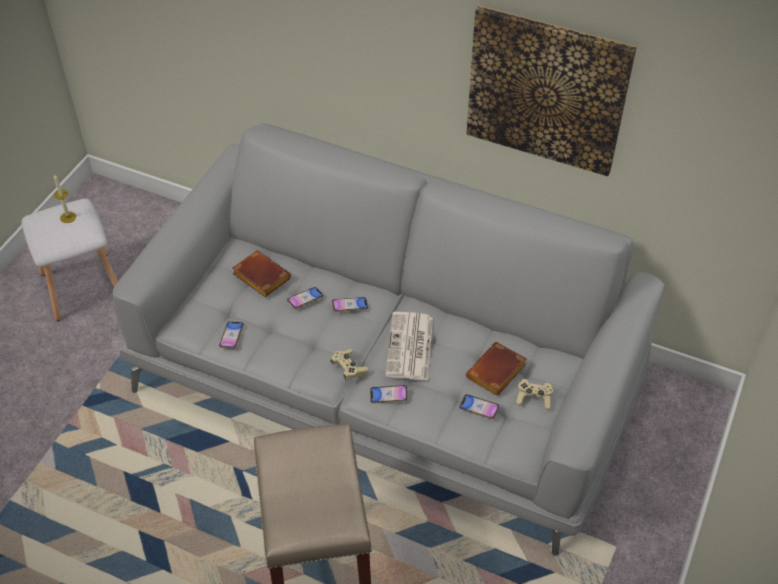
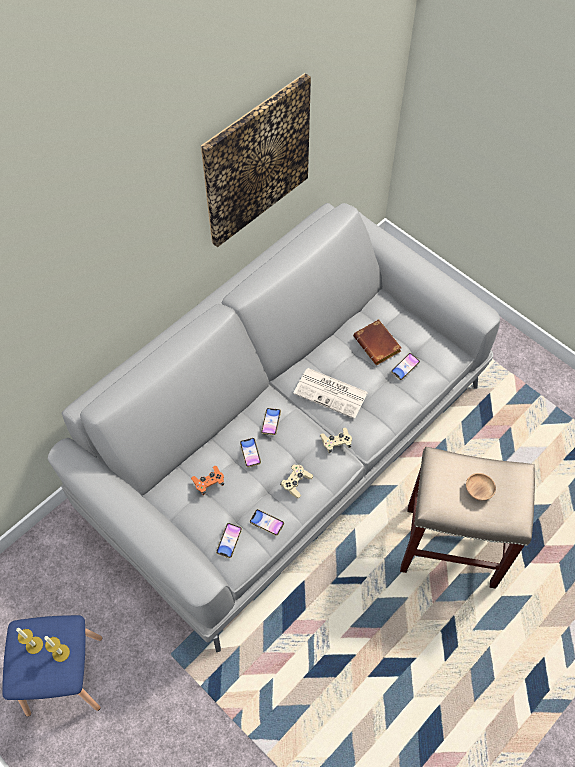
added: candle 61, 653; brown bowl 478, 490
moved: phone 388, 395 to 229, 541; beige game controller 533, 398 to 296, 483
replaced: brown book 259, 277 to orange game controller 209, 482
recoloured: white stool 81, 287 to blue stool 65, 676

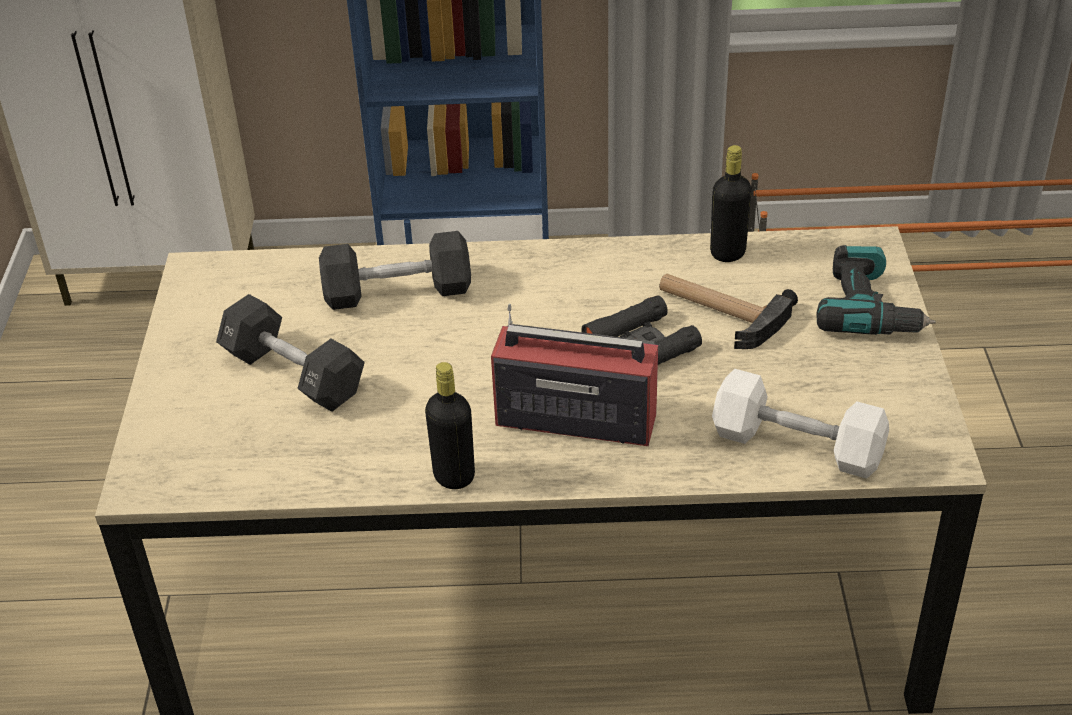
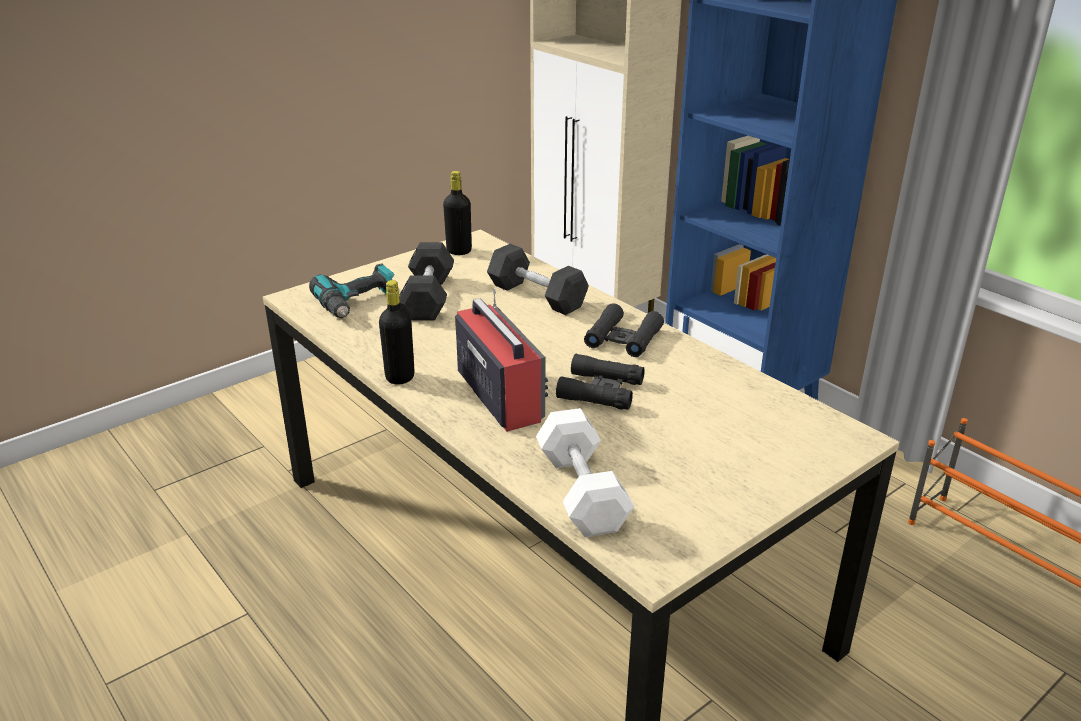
removed: hammer 719, 311
added: black binoculars 623, 338
moved: black bottle 727, 253 to 459, 251; power drill 869, 309 to 357, 304

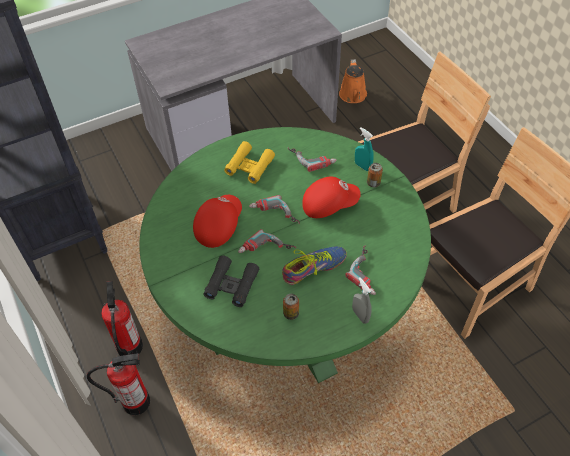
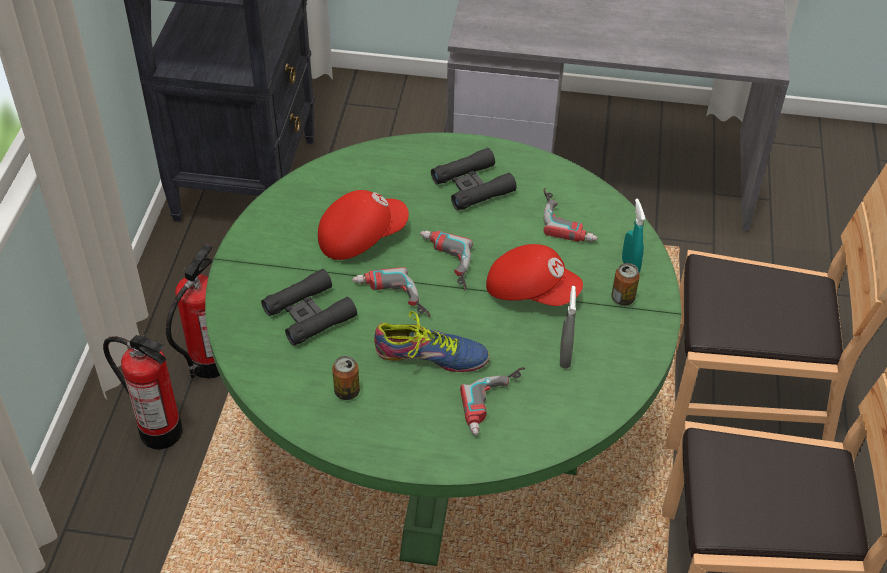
removed: orange watering can 353, 96
moved: grey spray bottle 360, 315 to 565, 356
recoloured: yellow binoculars 249, 166 to black binoculars 472, 186

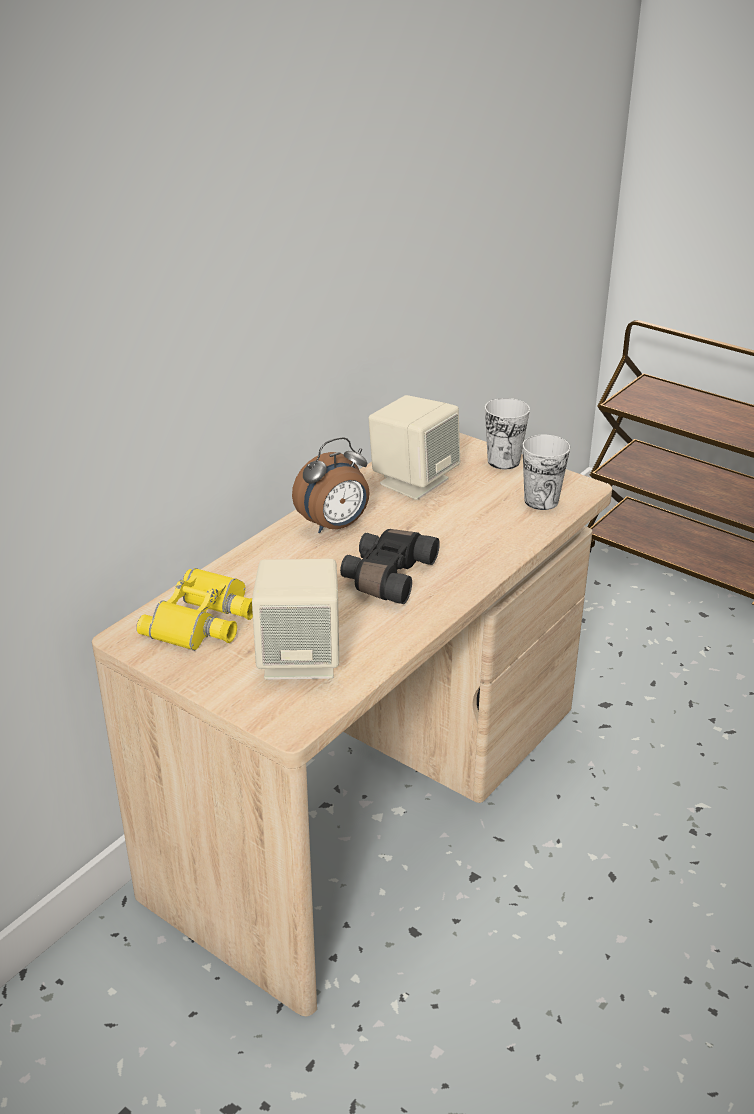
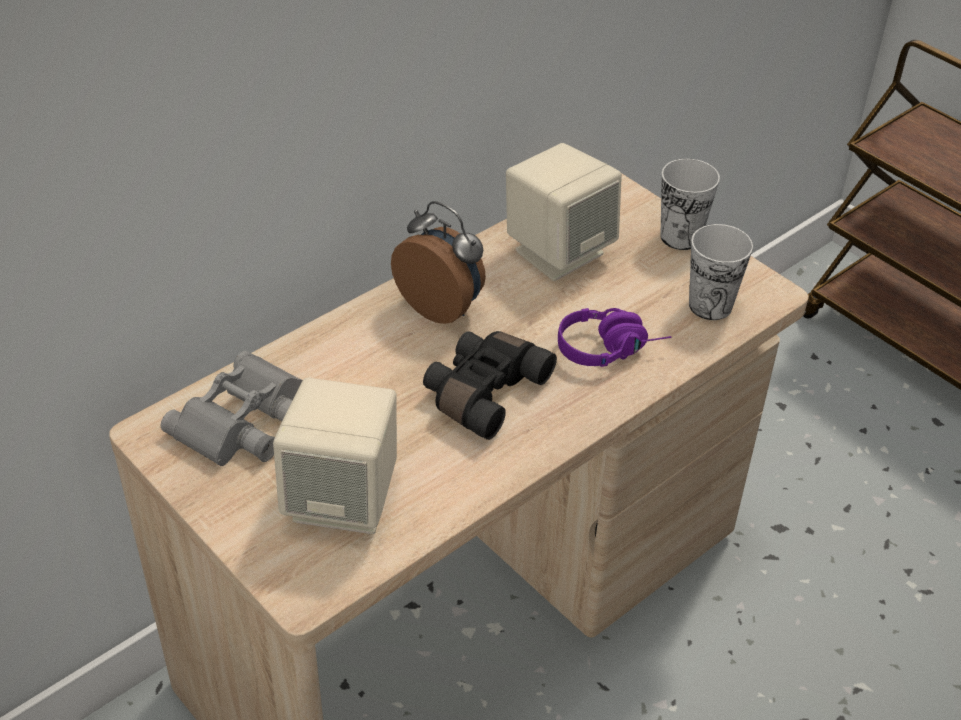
added: purple headphones 611, 348
recoloured: yellow binoculars 204, 620 to grey binoculars 247, 422
turned: alarm clock 335, 526 = 442, 306 120 degrees counterclockwise

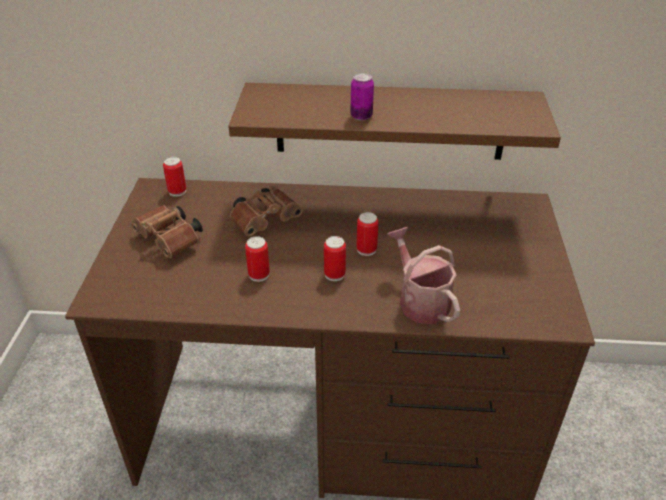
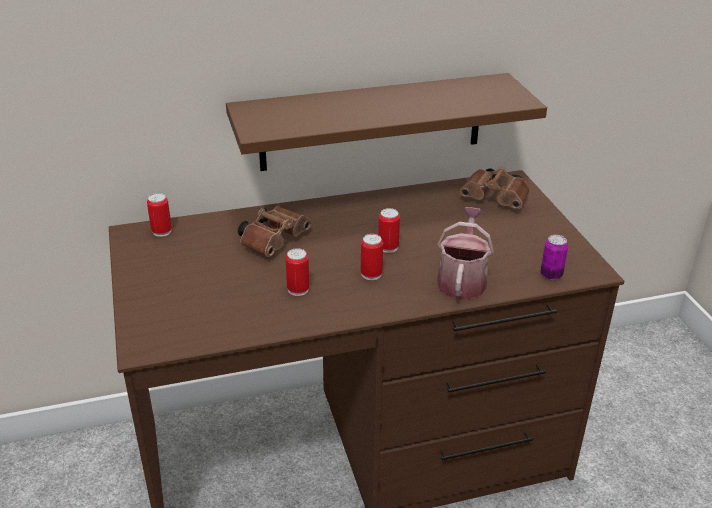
moved: brown binoculars 171, 241 to 496, 199; can 361, 116 to 551, 275
turned: watering can 420, 300 = 462, 279 60 degrees clockwise

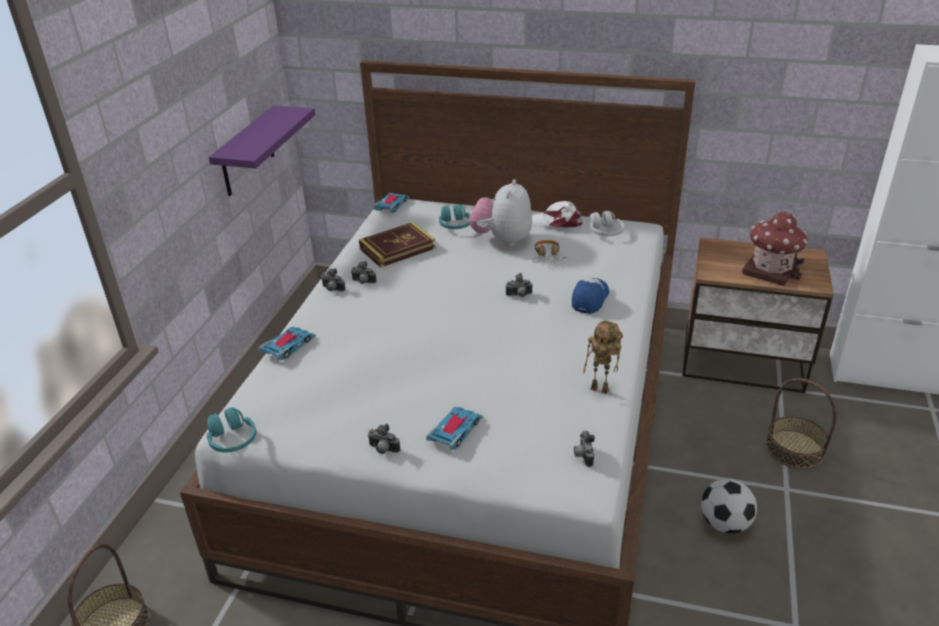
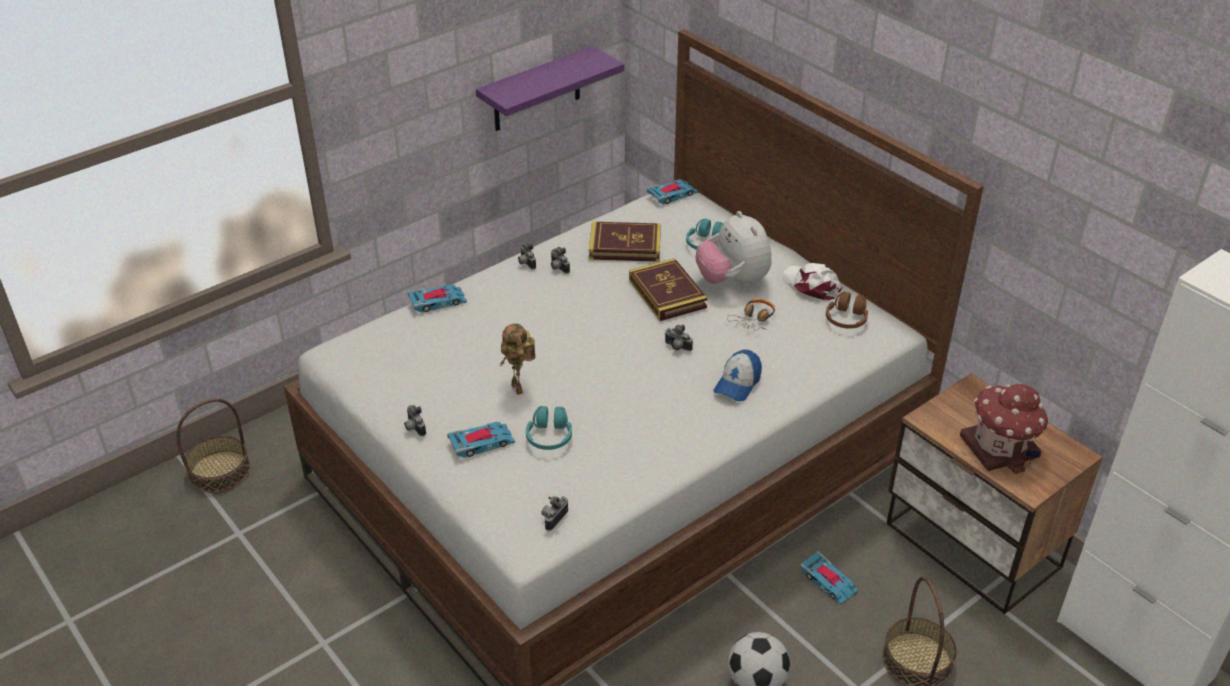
added: book 667, 293; toy car 828, 582
moved: turquoise headphones 232, 439 to 549, 436; toy robot 601, 389 to 519, 389
recoloured: white headphones 605, 232 to brown headphones 846, 319
turned: plush toy 502, 240 = 732, 281 75 degrees counterclockwise; cap 590, 299 = 737, 383 150 degrees clockwise

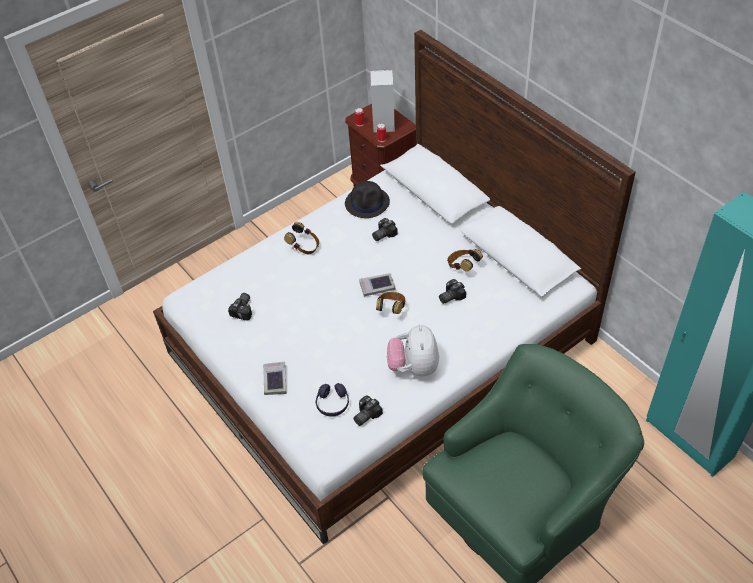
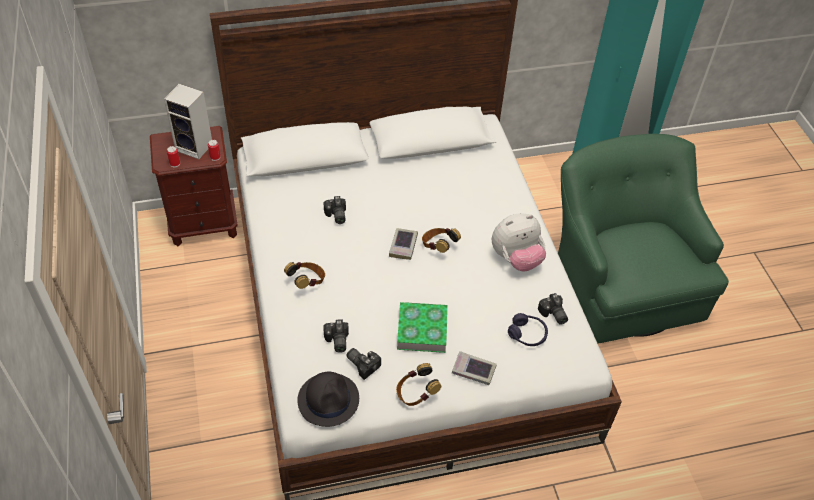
added: book 422, 330
moved: black hat 367, 203 to 328, 399; photo camera 450, 296 to 336, 341; headphones 462, 267 to 416, 394
turned: plush toy 414, 367 = 516, 259 45 degrees counterclockwise

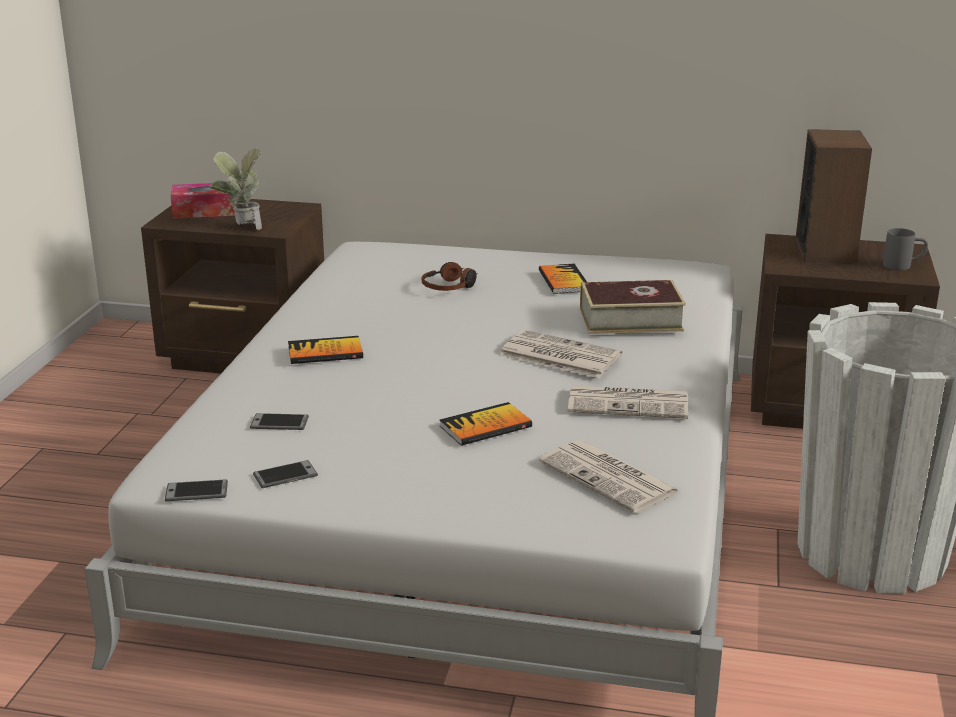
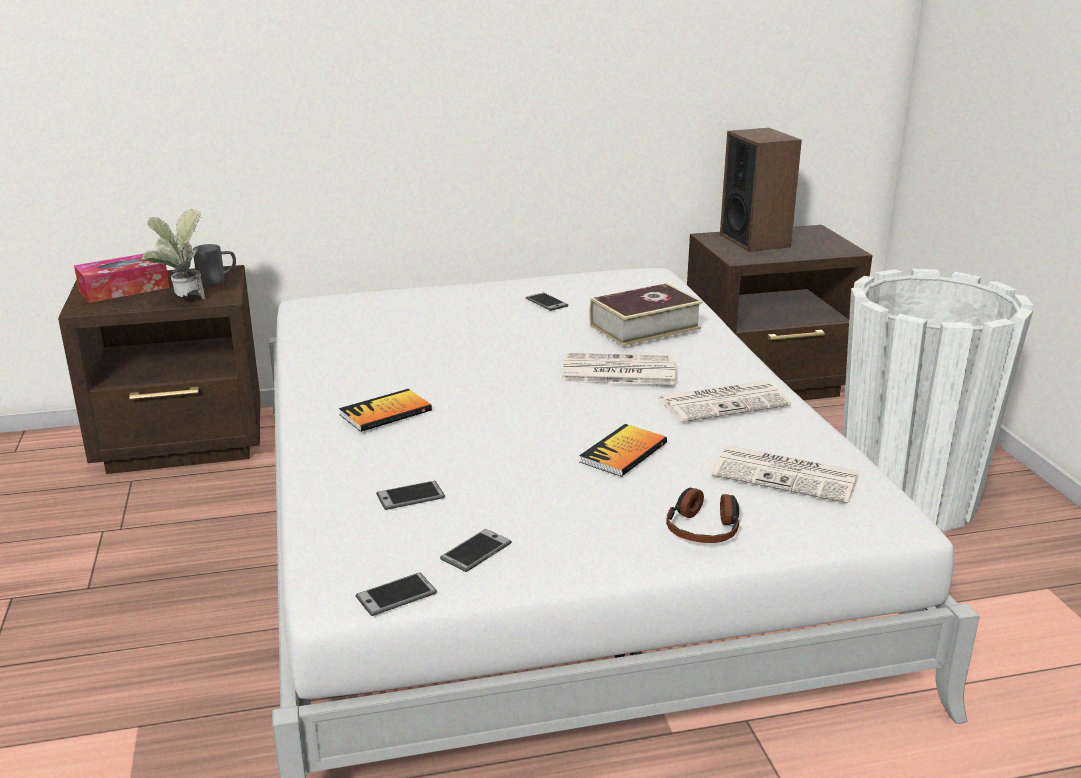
moved: headphones 450, 287 to 703, 528; grey mug 903, 266 to 217, 281
replaced: book 563, 281 to phone 546, 302

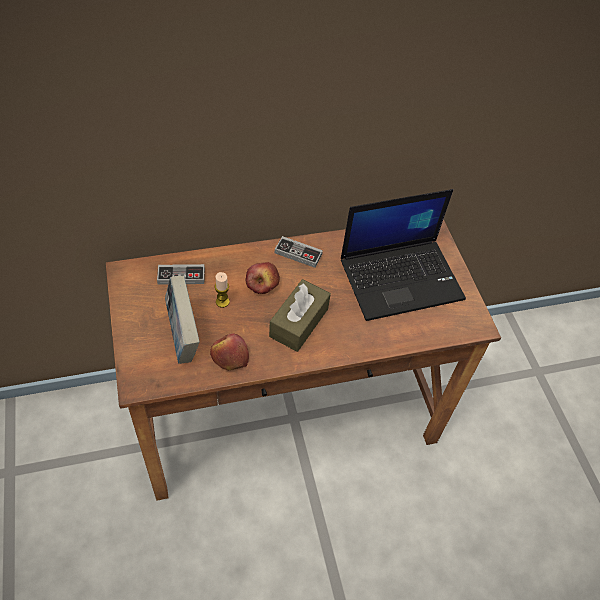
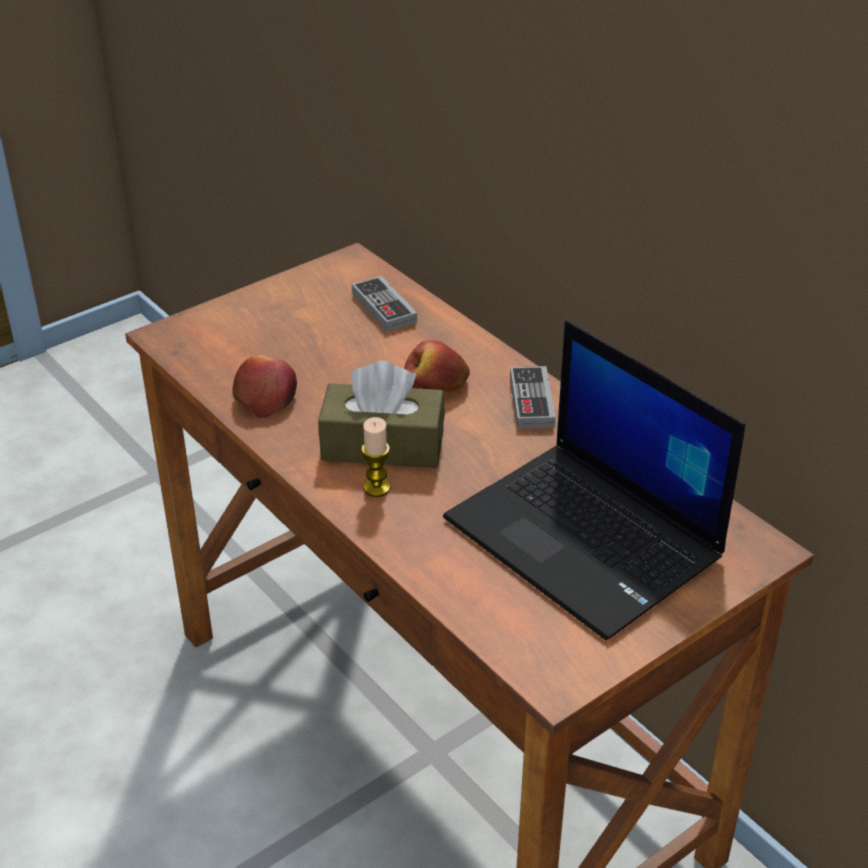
removed: book 183, 336
moved: candle 222, 302 to 376, 488

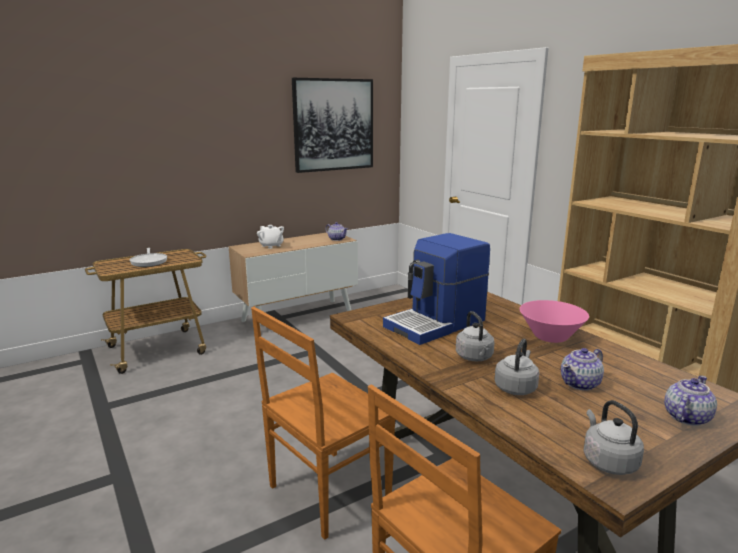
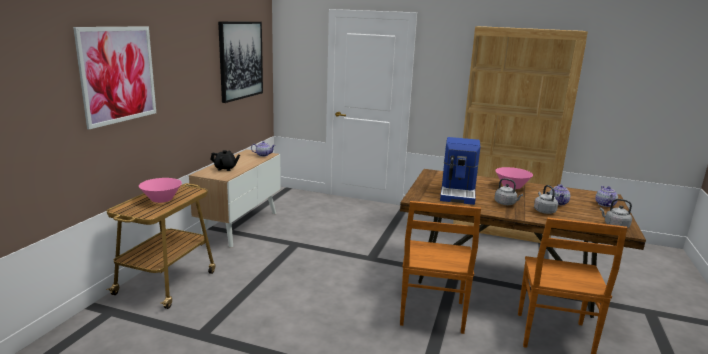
added: picture 118, 74
replaced: frying pan 149, 261 to pink bowl 161, 199
recoloured: white teapot 271, 246 to black teapot 225, 168

